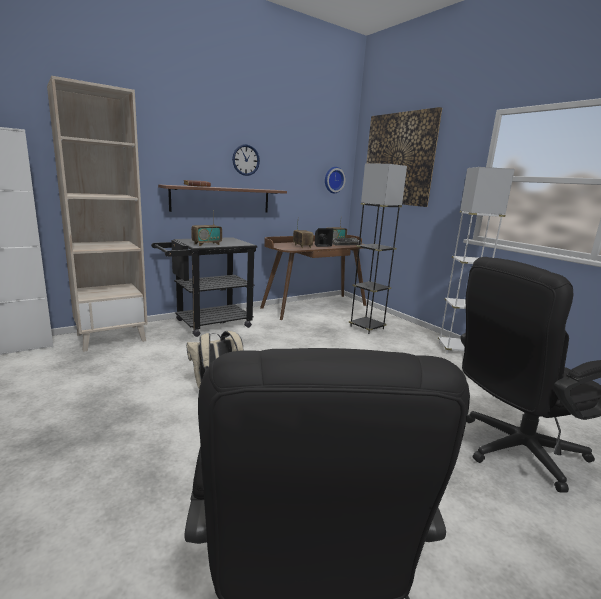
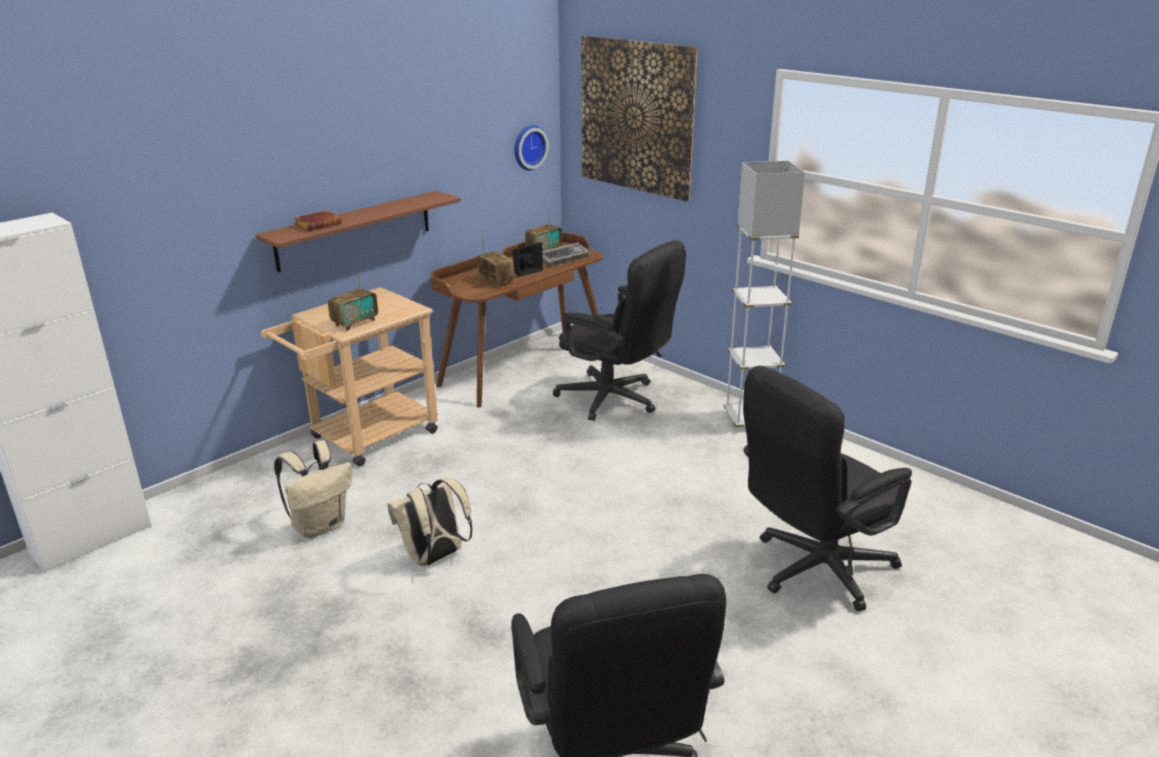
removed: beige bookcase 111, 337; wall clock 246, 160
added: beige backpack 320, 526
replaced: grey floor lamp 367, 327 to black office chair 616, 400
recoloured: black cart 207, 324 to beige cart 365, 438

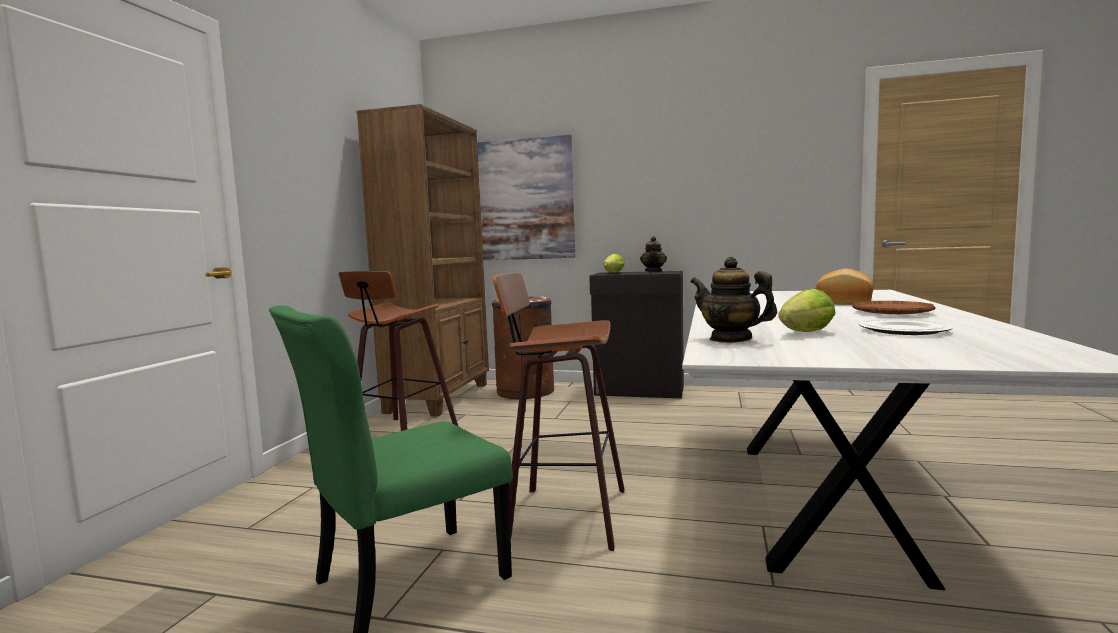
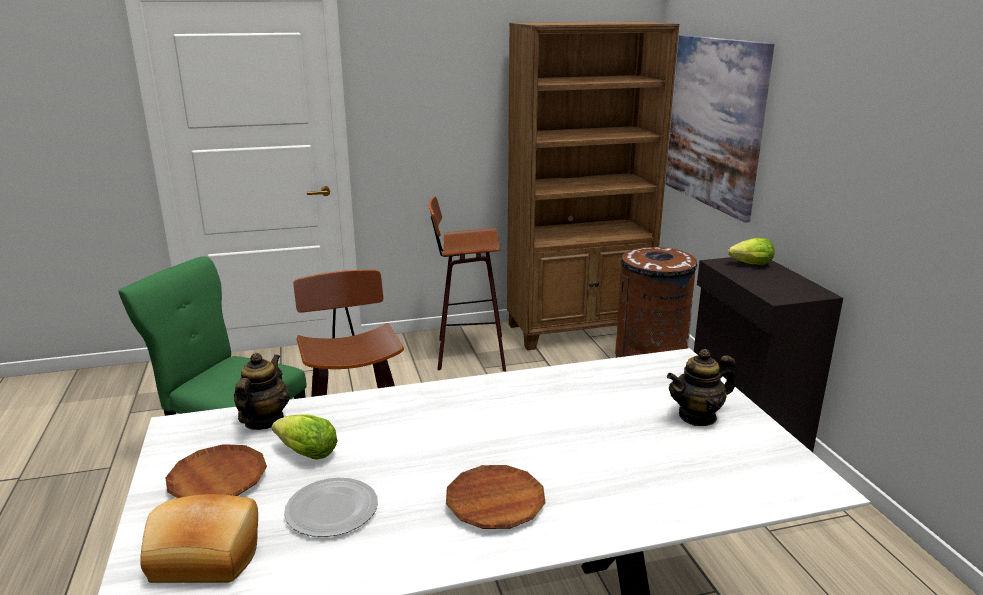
added: brown plate 218, 479
moved: teapot 653, 271 to 697, 416; bread 846, 302 to 205, 557

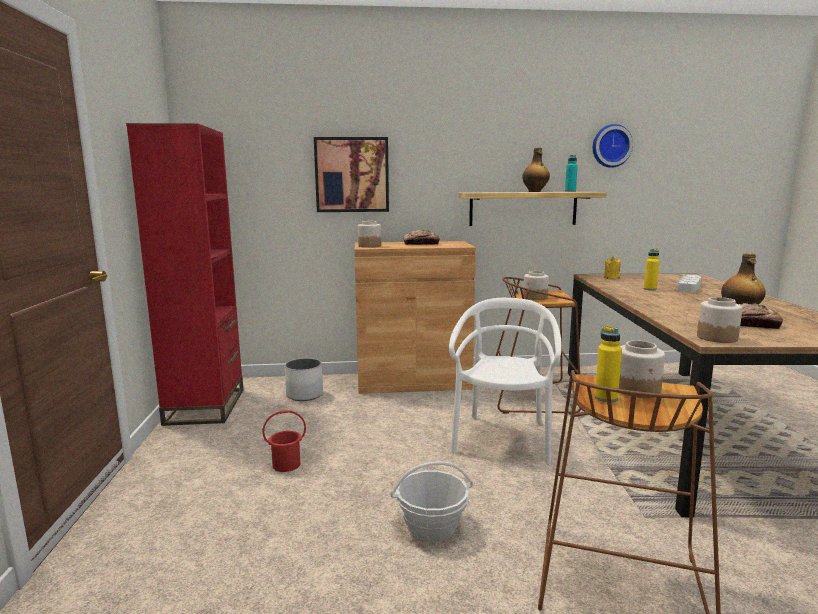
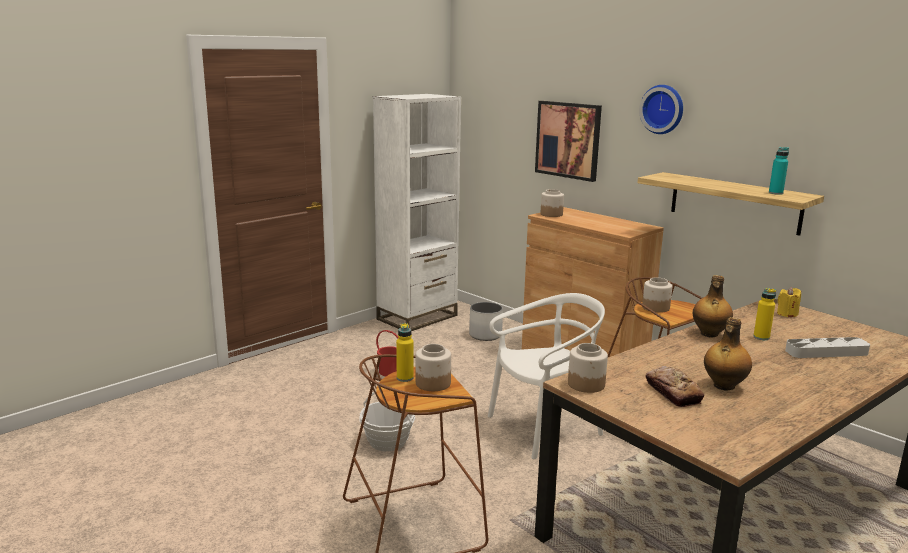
removed: bread 421, 244
moved: bottle 535, 191 to 709, 334; wall clock 611, 146 to 663, 109
recoloured: red bookcase 206, 406 to white bookcase 417, 317

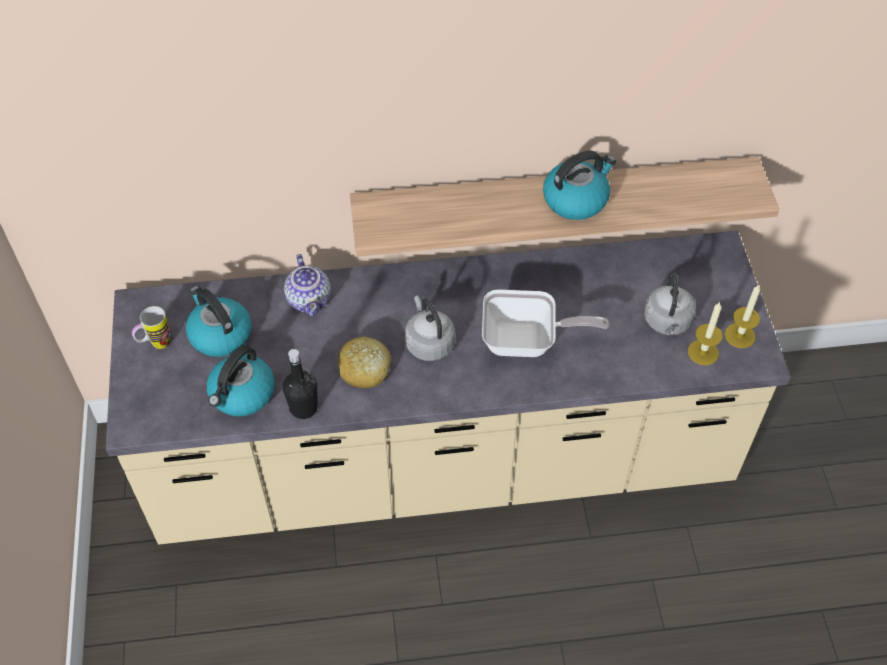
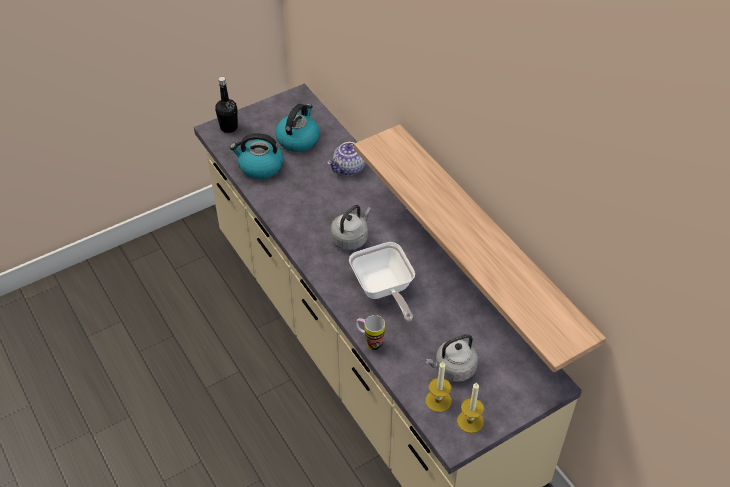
removed: bread 364, 369; kettle 576, 199
moved: mug 155, 345 to 369, 342; black bottle 303, 408 to 229, 127

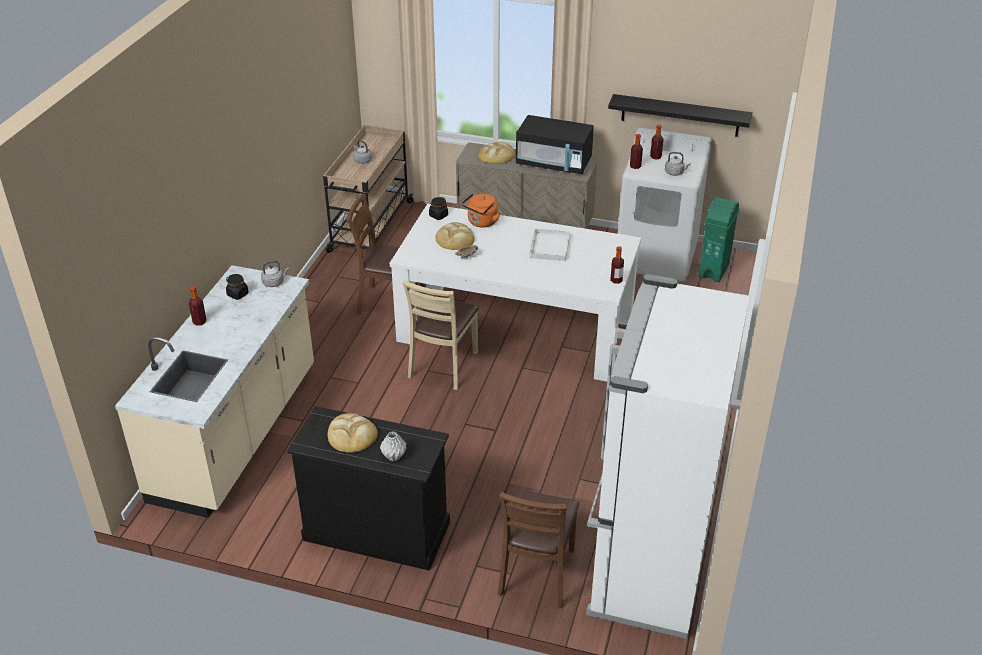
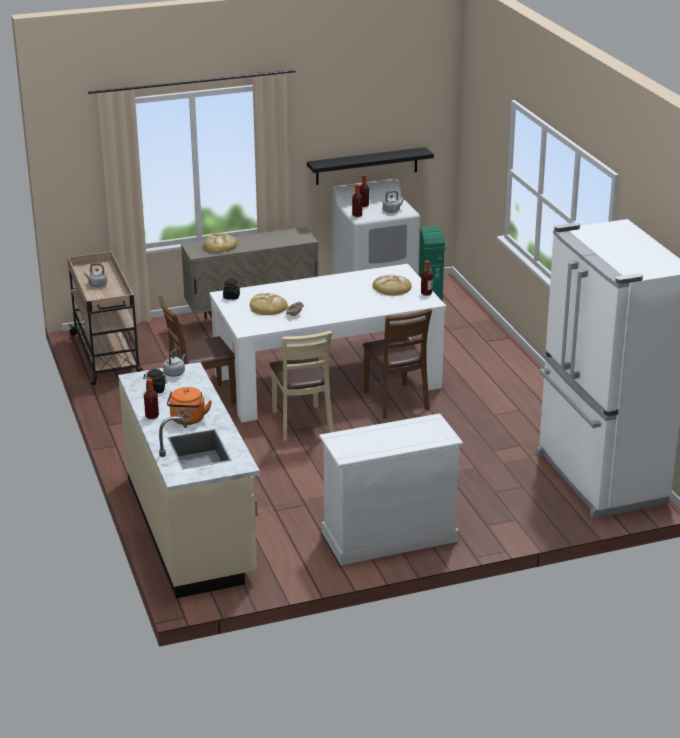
removed: grey vase 393, 456; black microwave 554, 163; white tray 550, 248
moved: bread 351, 435 to 392, 288; orange kettle 481, 223 to 188, 420; brown chair 537, 573 to 395, 401
recoloured: black dresser 376, 531 to white dresser 389, 536

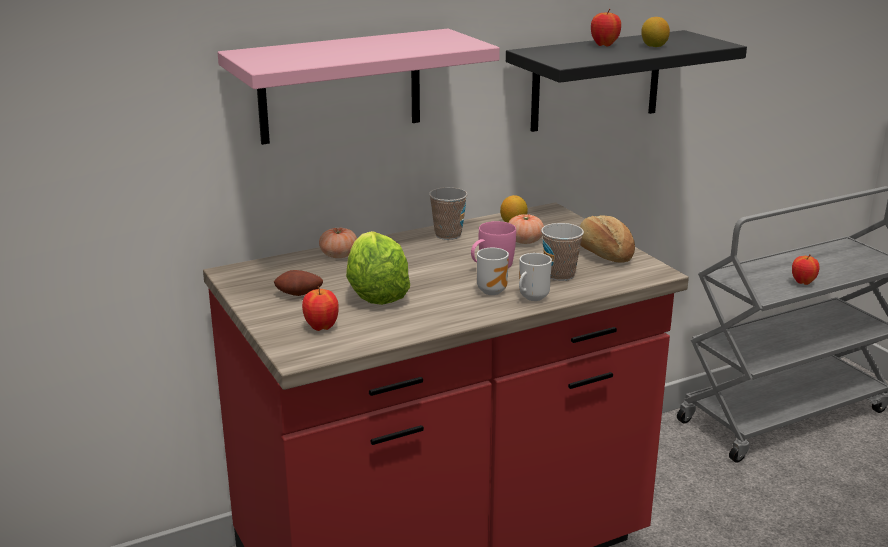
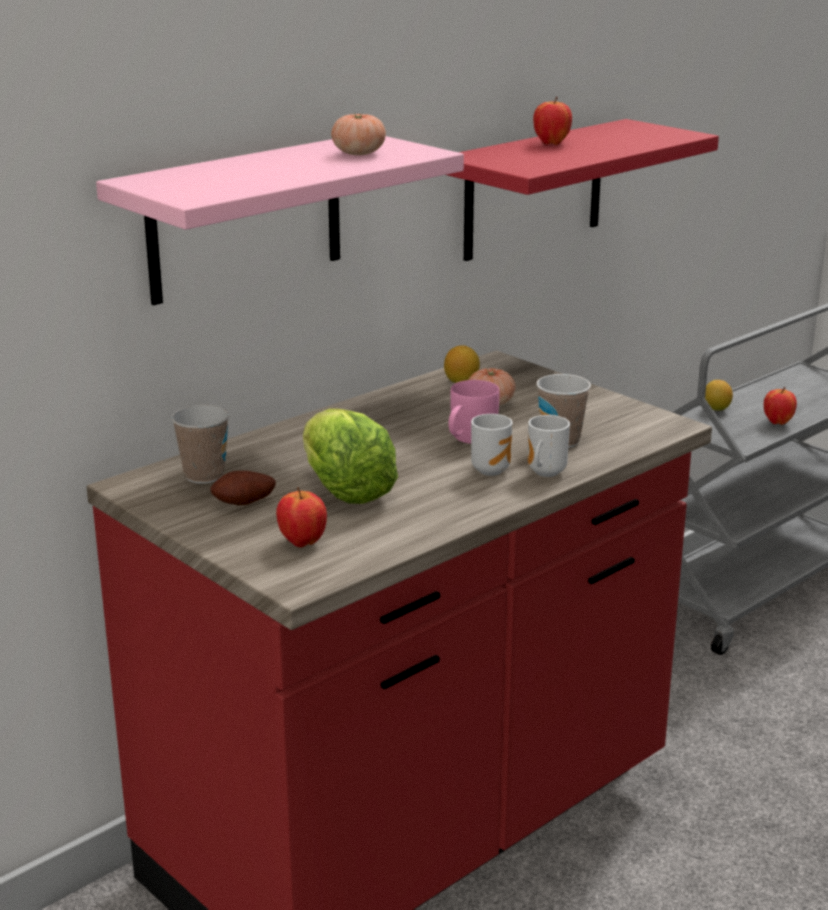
removed: bread 603, 254
moved: tomato 339, 255 to 358, 153; cup 448, 235 to 204, 475; lemon 654, 46 to 716, 409
recoloured: black shelf 596, 81 to red shelf 534, 190

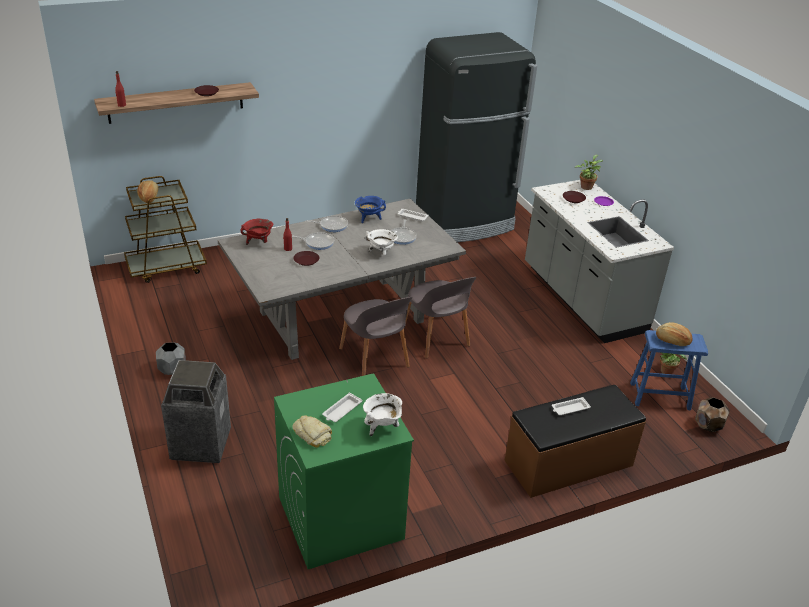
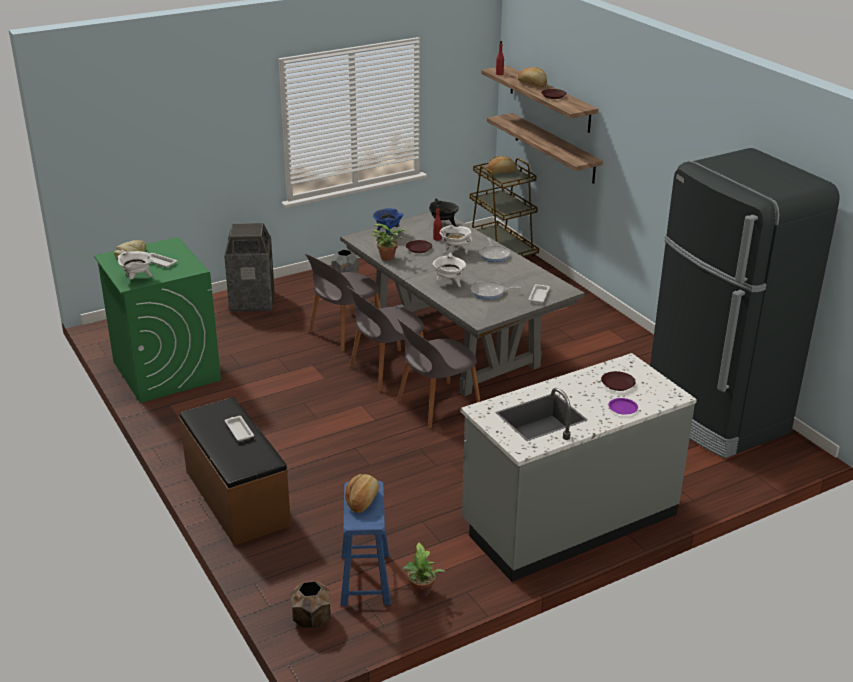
added: grey chair 345, 333; shelf 554, 148; bread 532, 84
moved: blue cooking pot 369, 219 to 387, 233; potted plant 586, 186 to 389, 257
replaced: frying pan 317, 242 to white cooking pot 455, 251
recoloured: red cooking pot 258, 242 to black cooking pot 443, 225

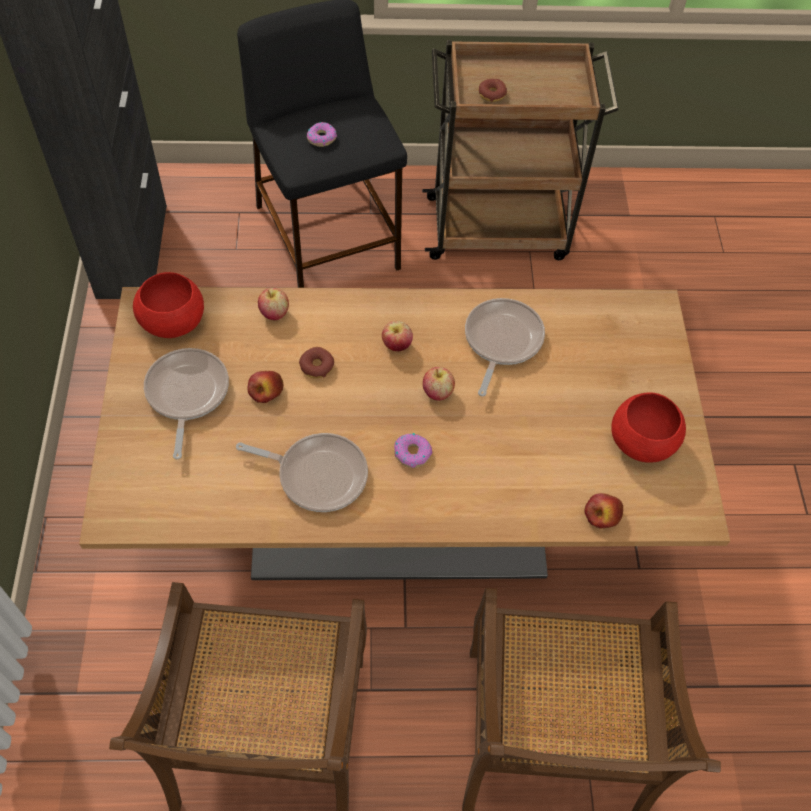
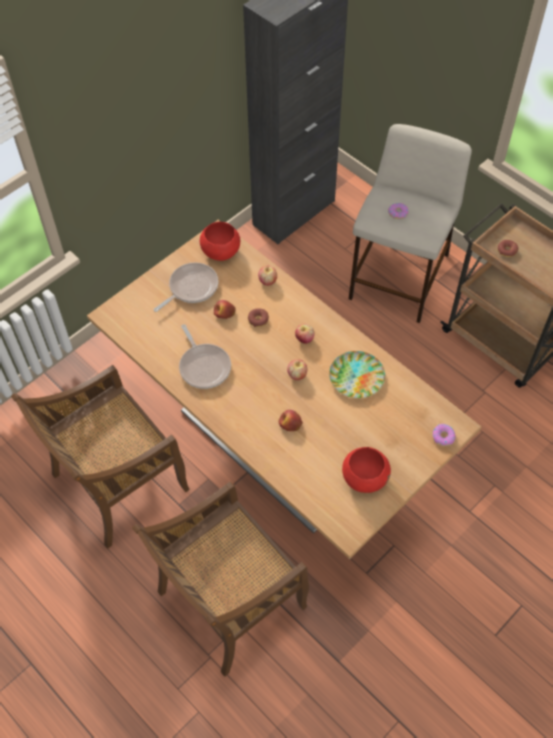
moved: donut 412, 453 to 443, 436; apple 602, 515 to 290, 424
replaced: frying pan 501, 341 to plate 356, 377
recoloured: black stool 328, 238 to beige stool 399, 278

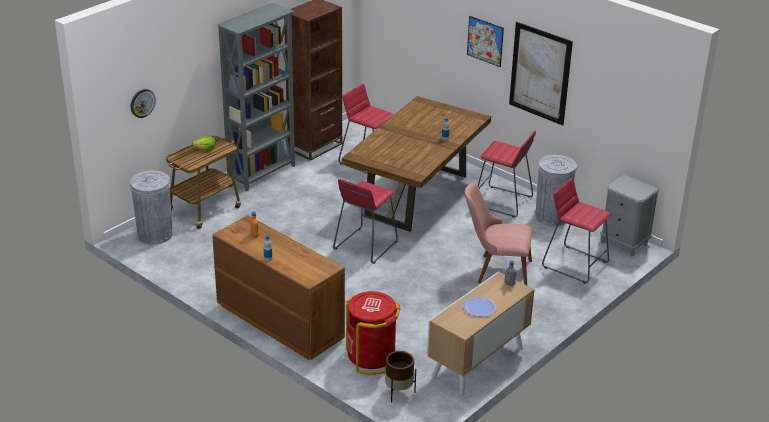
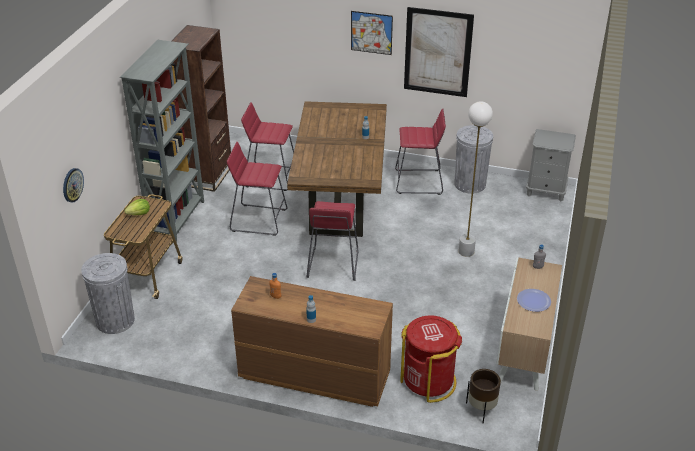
moved: red stool 575, 264 to 258, 220
replaced: pink chair 496, 271 to white floor lamp 466, 252

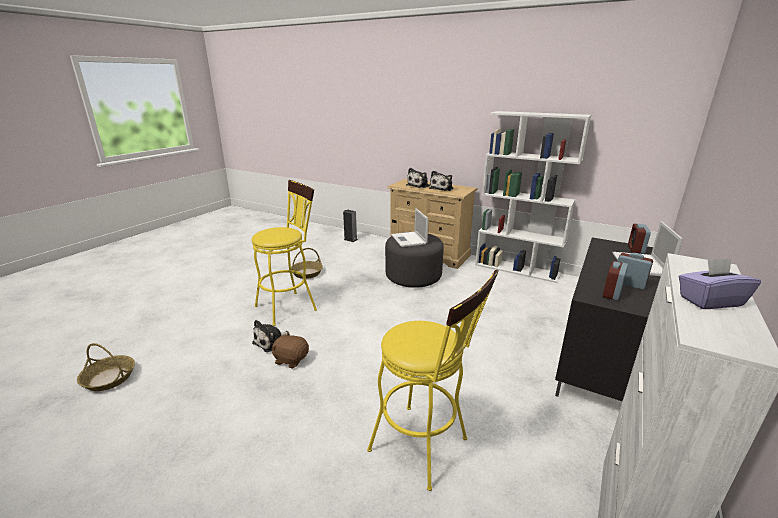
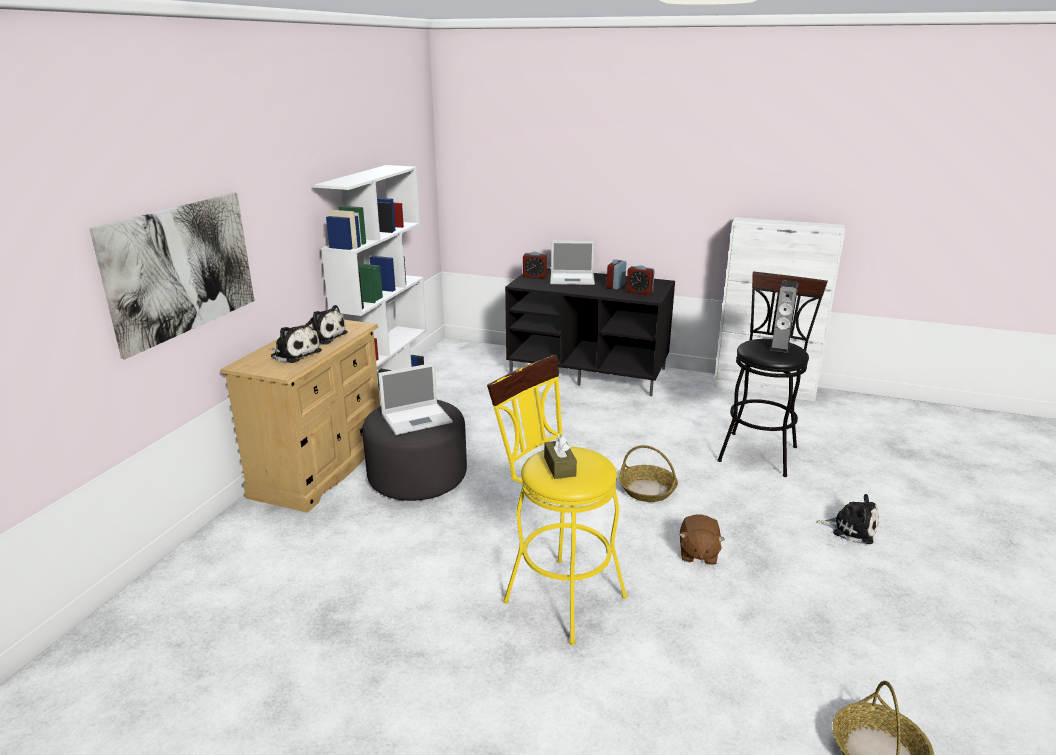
removed: purple tissue box 709, 301
added: picture 181, 269; brown tissue box 559, 467
moved: plush toy 271, 342 to 851, 528; basket 307, 273 to 647, 490; speaker 350, 239 to 780, 347
recoloured: yellow stool 425, 448 to black stool 759, 450

